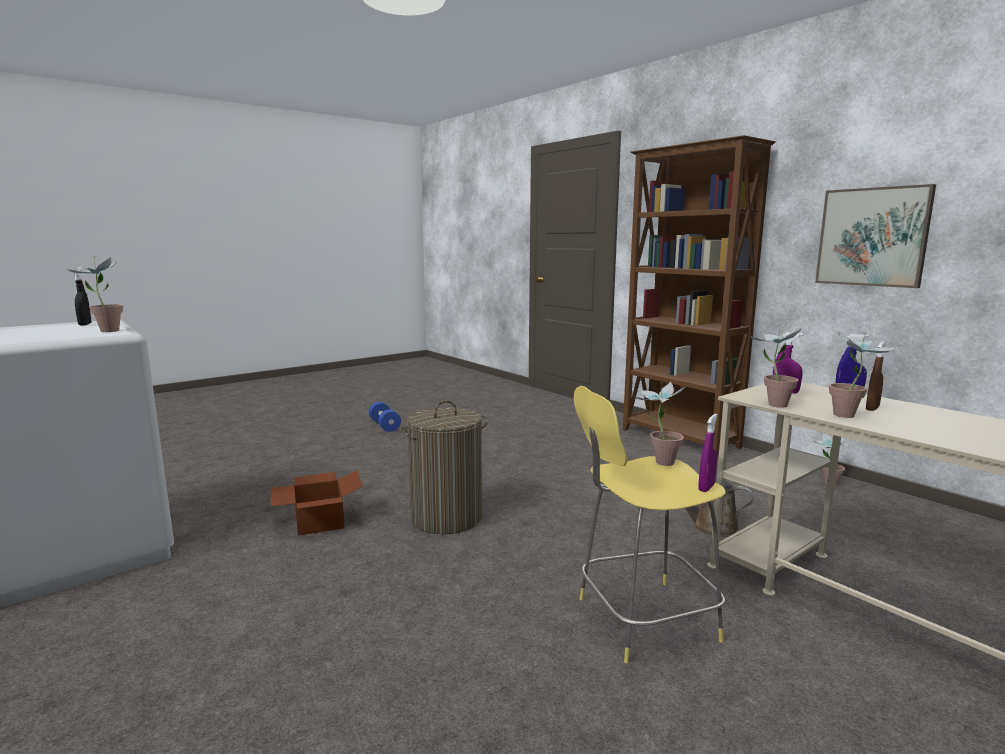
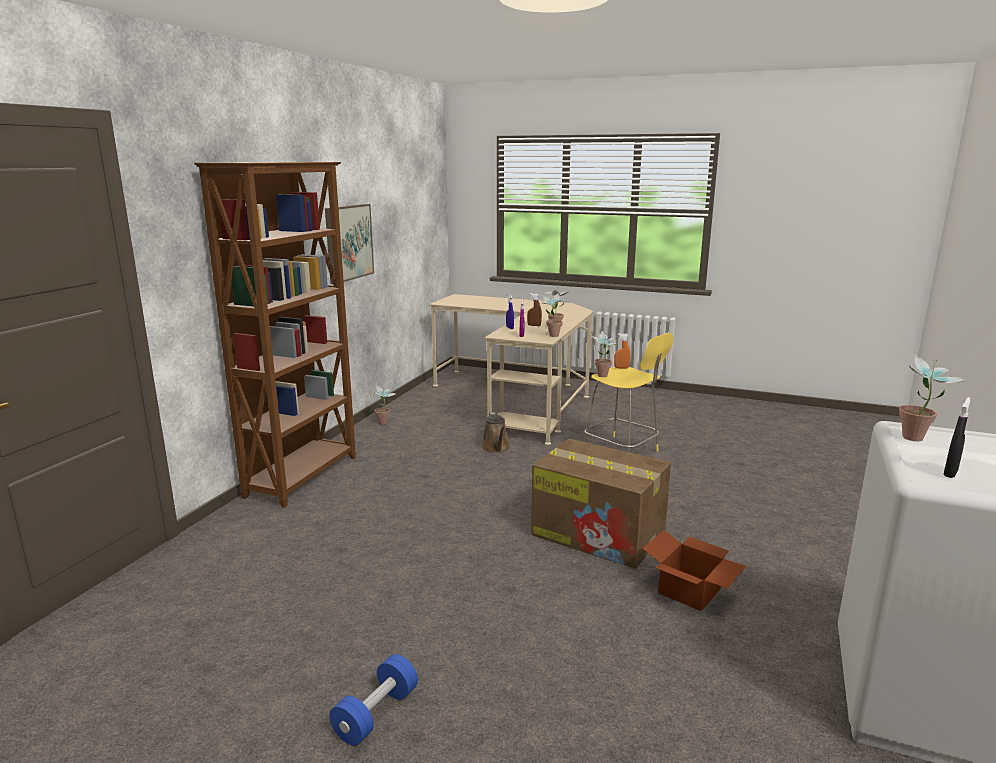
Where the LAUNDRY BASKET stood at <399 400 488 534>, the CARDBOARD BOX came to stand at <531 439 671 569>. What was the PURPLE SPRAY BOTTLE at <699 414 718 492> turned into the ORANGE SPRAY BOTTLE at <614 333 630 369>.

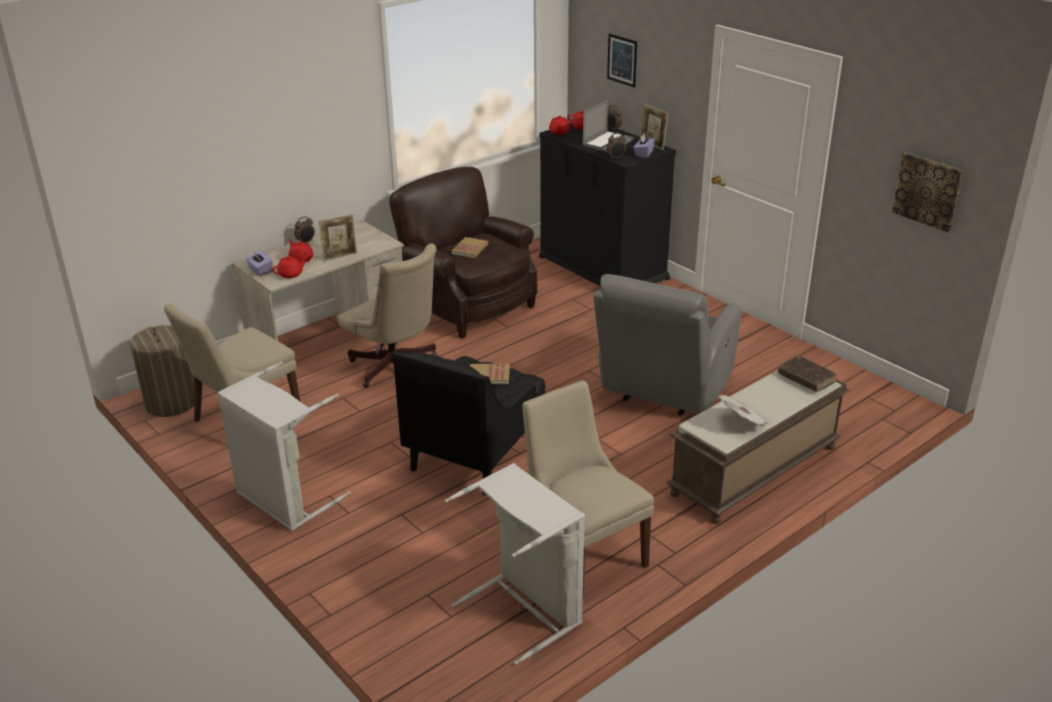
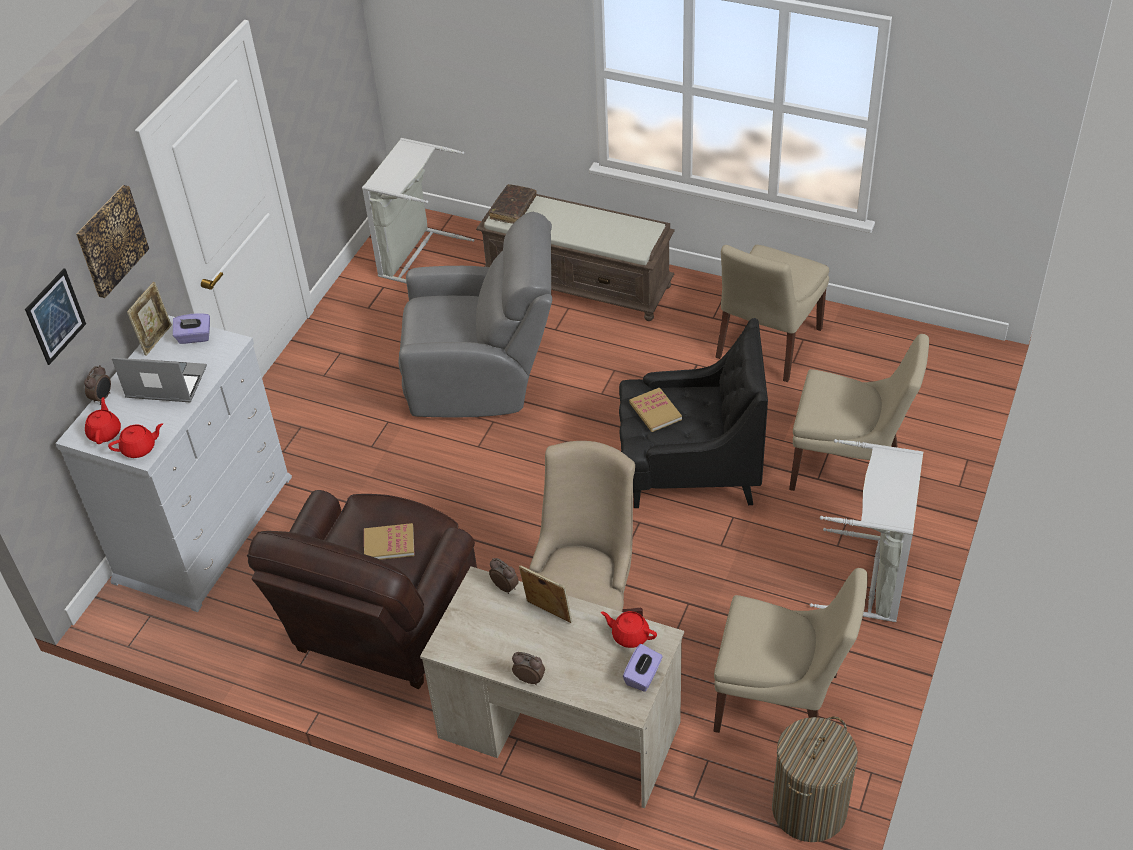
The second view lost the RED TEAPOT at <288 239 313 263>. The GREY LAUNDRY BASKET ended up elsewhere, having gone from <445 463 585 665> to <362 138 475 284>. What was the BLACK DRESSER at <539 123 676 287> turned into the WHITE DRESSER at <56 315 292 612>. The ALARM CLOCK ended up elsewhere, having gone from <606 133 626 160> to <489 558 519 594>. The second view lost the NEWSPAPER at <719 395 772 425>. The PICTURE ended up elsewhere, having gone from <892 153 964 232> to <76 185 149 298>. The second view gained the BEIGE CHAIR at <789 334 929 491>.

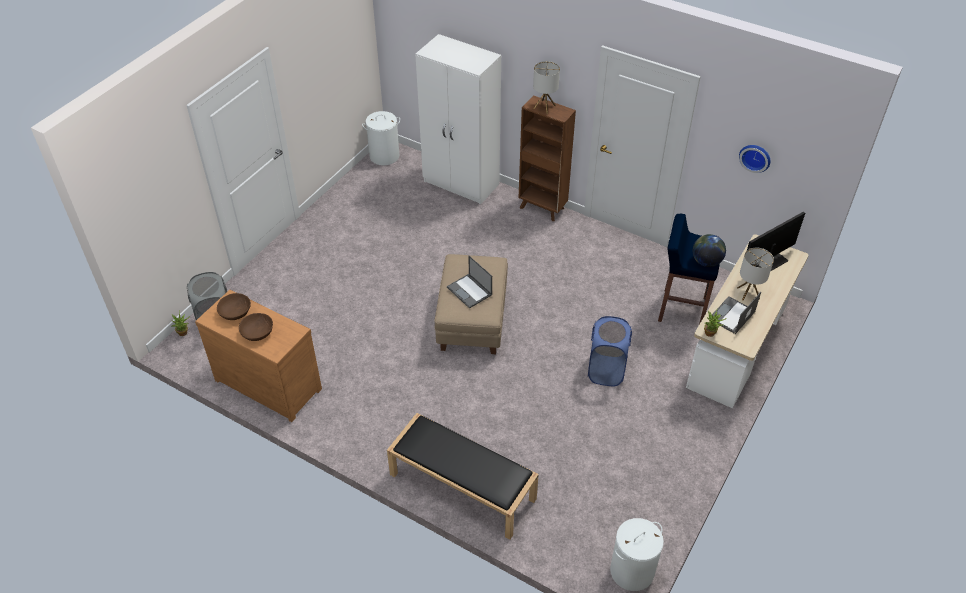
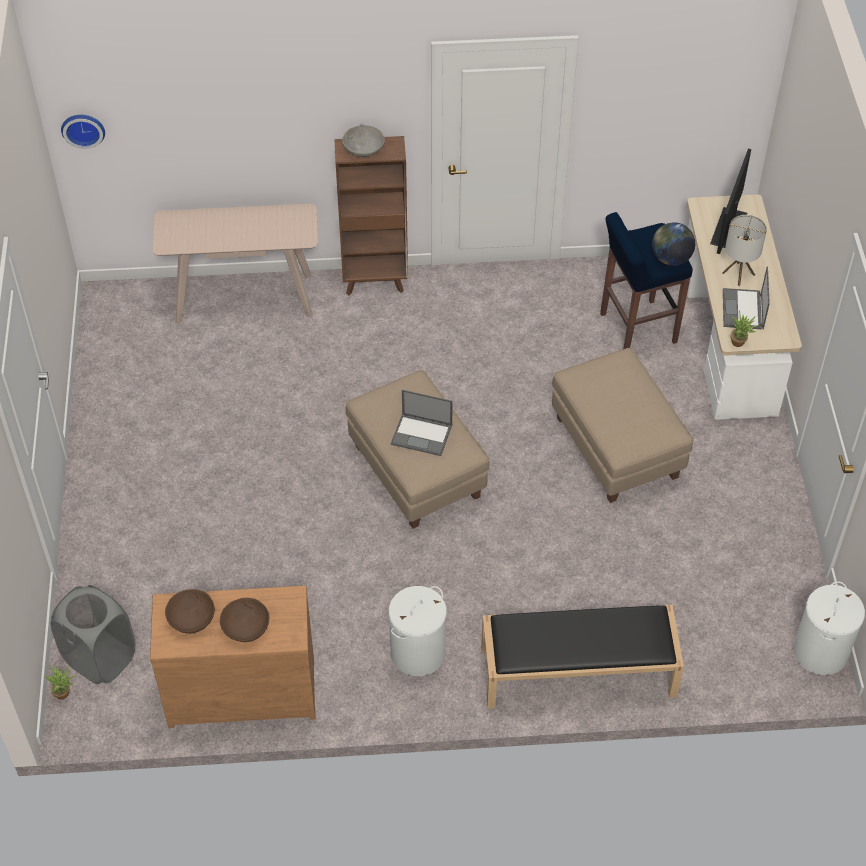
The WHITE LAUNDRY BASKET ended up elsewhere, having gone from <362 111 400 165> to <389 586 446 676>. Where the WHITE WARDROBE stood at <415 34 501 204>, the BEIGE CONSOLE TABLE came to stand at <153 204 318 324>. Where the TABLE LAMP stood at <533 61 560 114>, the GREY BOWL came to stand at <342 125 385 157>. Where the BLUE LAUNDRY BASKET stood at <588 316 632 386>, the BEIGE OTTOMAN came to stand at <552 348 694 503>. The WALL CLOCK ended up elsewhere, having gone from <739 145 770 173> to <61 115 105 149>.

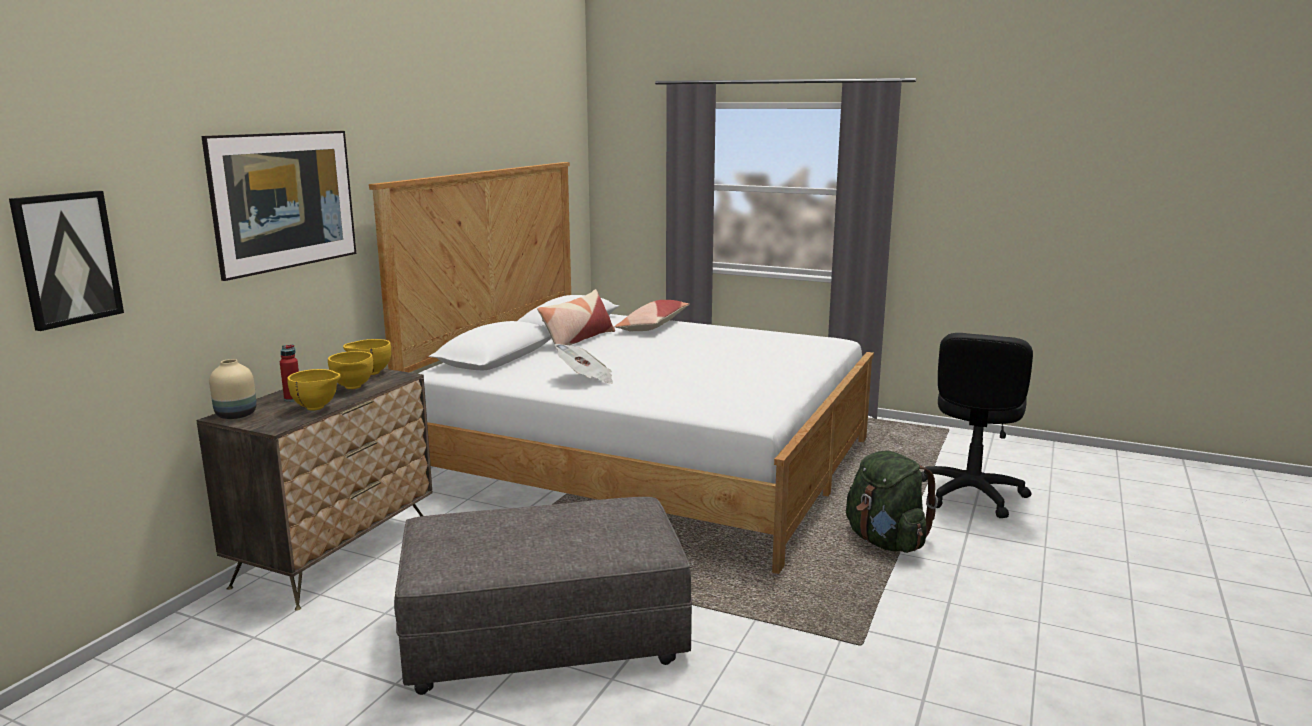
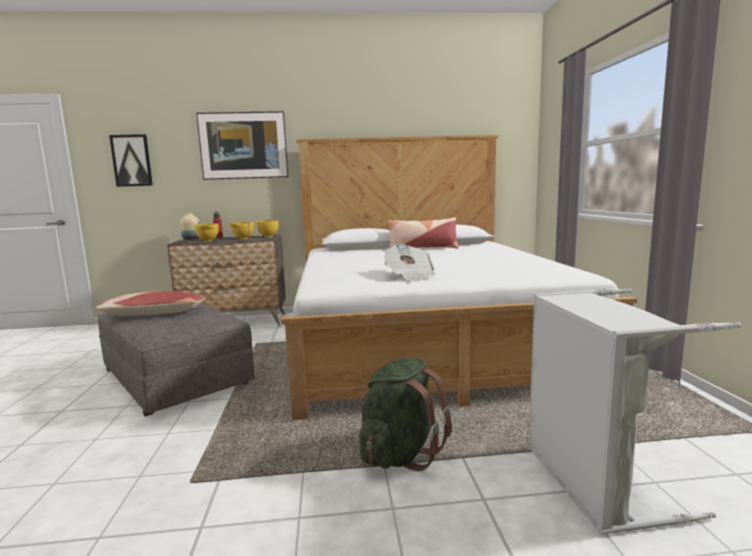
The NEWSPAPER ended up elsewhere, having gone from <555 344 613 384> to <384 244 435 282>. The PILLOW ended up elsewhere, having gone from <615 300 689 332> to <95 291 206 316>. Where the BLACK OFFICE CHAIR stood at <921 333 1033 518>, the GREY LAUNDRY BASKET came to stand at <529 289 741 535>.

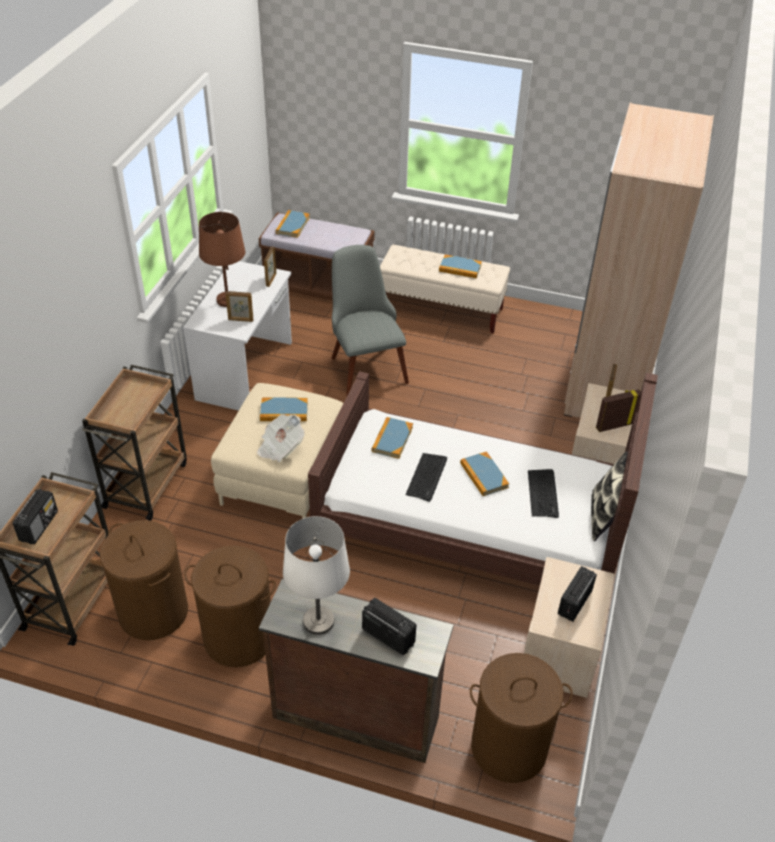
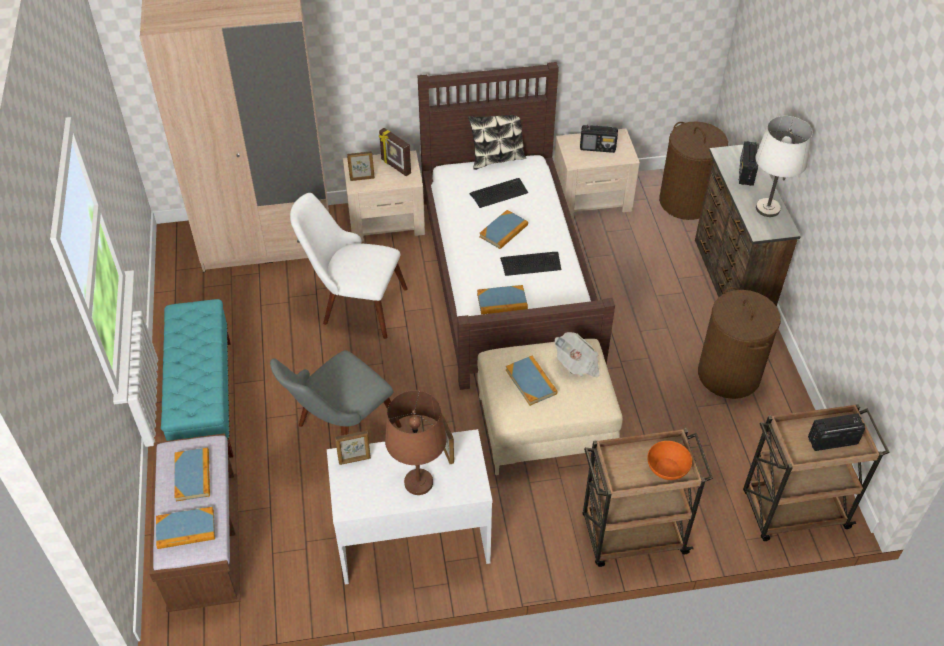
The second view lost the BROWN LAUNDRY BASKET at <100 520 188 640>. What was the BEIGE BENCH at <380 245 510 334> turned into the TURQUOISE BENCH at <161 299 233 458>. The BOOK ended up elsewhere, having gone from <439 255 482 278> to <174 448 210 502>. The second view gained the WHITE CHAIR at <290 193 408 339>. The second view gained the ORANGE BOWL at <647 441 692 480>.

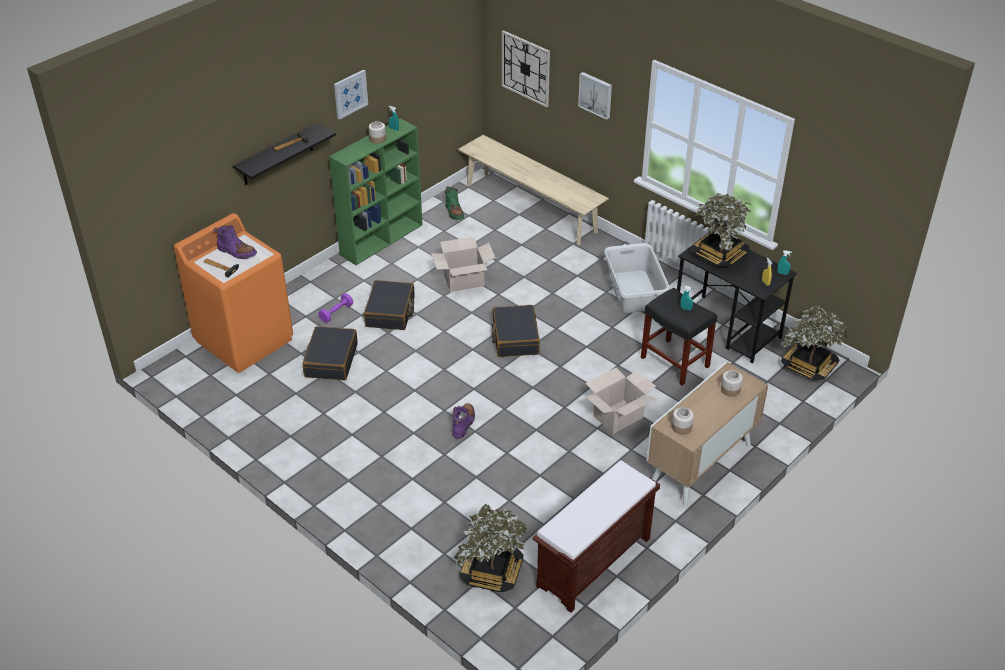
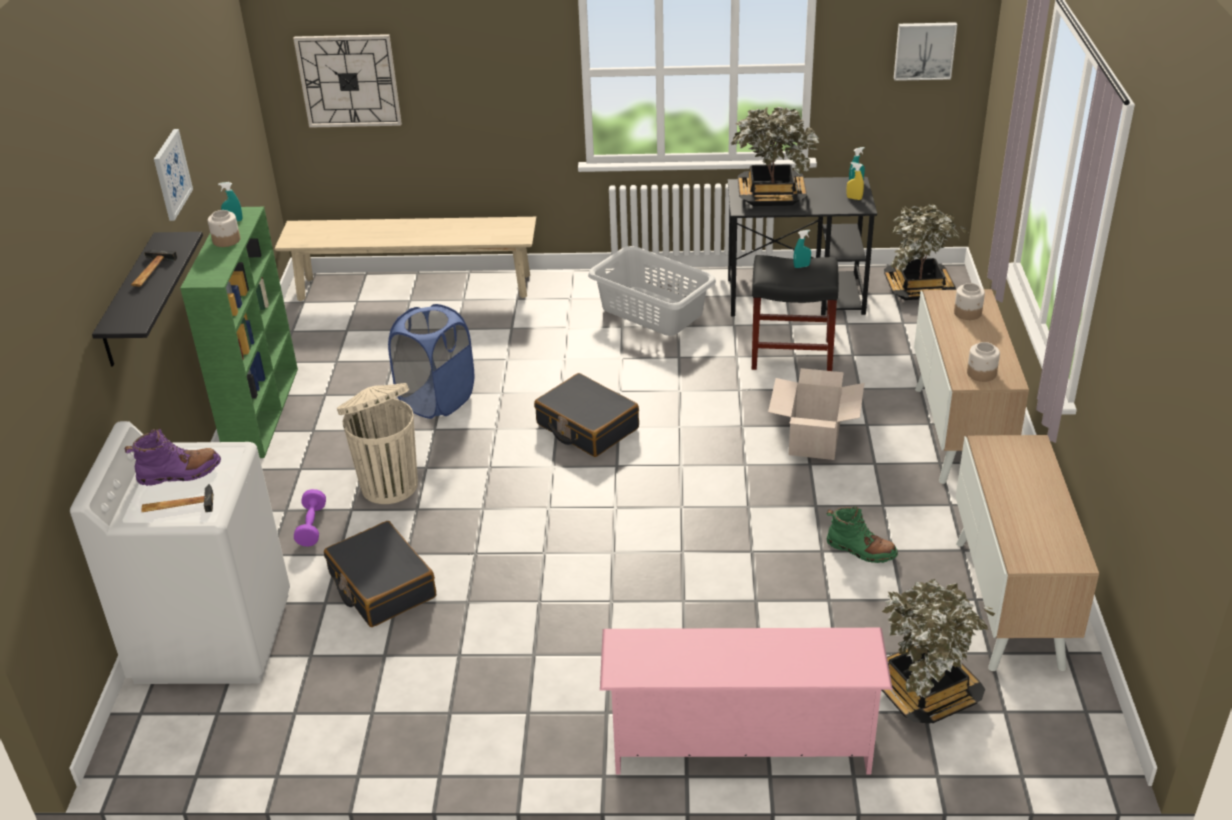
What was the ORANGE WASHING MACHINE at <174 213 293 373> turned into the WHITE WASHING MACHINE at <70 421 290 684>. Where the BLACK SUITCASE stood at <364 280 415 330>, the BEIGE TRASH CAN came to stand at <337 383 418 504>. Where the CARDBOARD BOX stood at <431 237 495 292>, the BLUE LAUNDRY BASKET came to stand at <388 304 474 419>. The GREEN BOOT ended up elsewhere, having gone from <445 186 464 220> to <826 506 898 563>. The second view lost the PURPLE BOOT at <452 403 475 439>. Where the BROWN BENCH stood at <532 460 660 613>, the CABINET came to stand at <956 435 1099 671>. The PICTURE ended up elsewhere, having gone from <578 72 612 120> to <894 22 957 81>. The second view gained the PINK SHOE RACK at <600 628 893 775>.

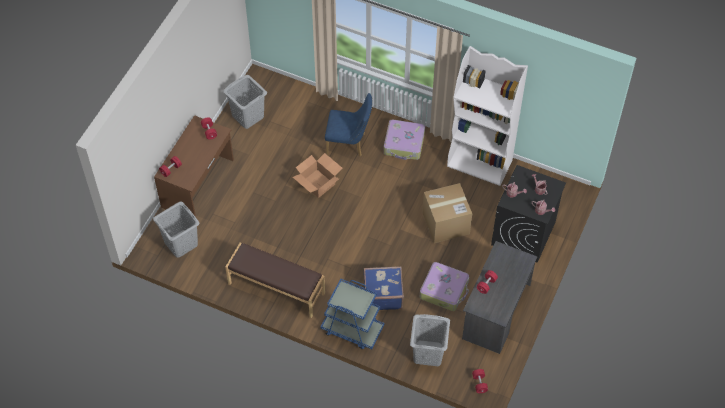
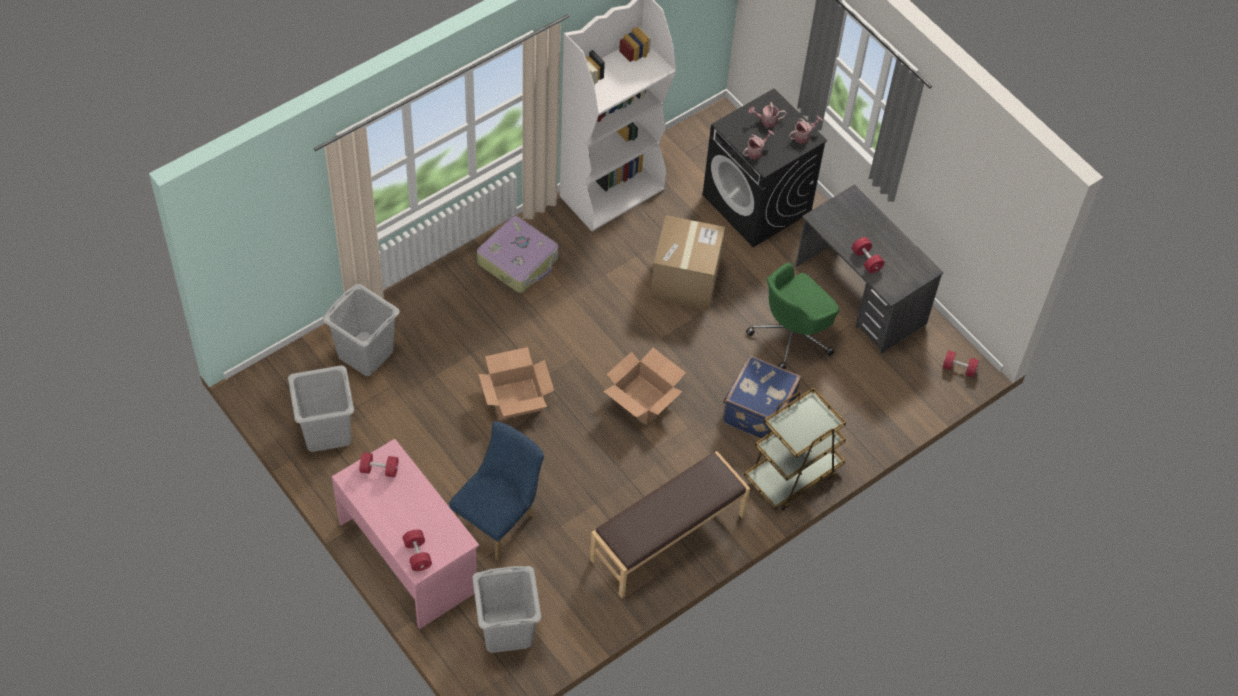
What was the BROWN DESK at <154 115 234 217> turned into the PINK DESK at <332 439 479 629>. What was the BLUE CART at <321 279 384 349> turned into the BROWN CART at <744 387 846 510>. The BLUE CHAIR ended up elsewhere, having gone from <325 93 372 157> to <449 421 544 561>. The GREY LAUNDRY BASKET ended up elsewhere, having gone from <410 314 450 366> to <322 284 400 376>. Where the SUITCASE stood at <420 262 469 311>, the GREEN OFFICE CHAIR came to stand at <746 262 839 369>. The second view gained the CARDBOARD BOX at <603 348 686 424>.

